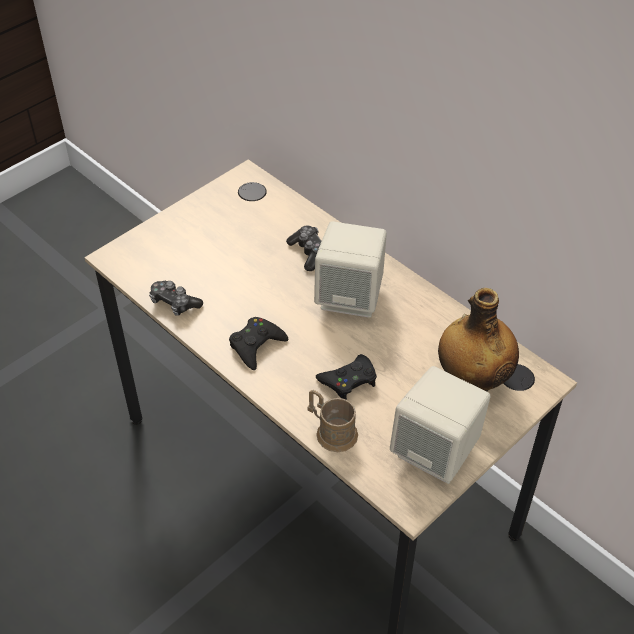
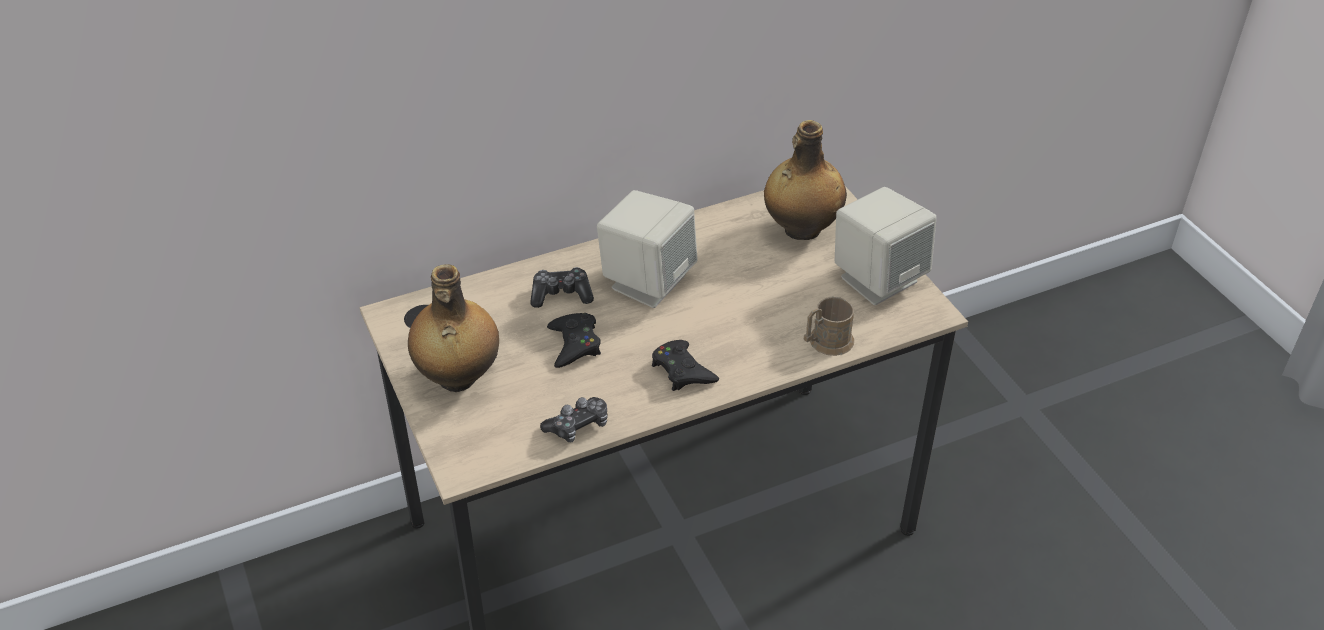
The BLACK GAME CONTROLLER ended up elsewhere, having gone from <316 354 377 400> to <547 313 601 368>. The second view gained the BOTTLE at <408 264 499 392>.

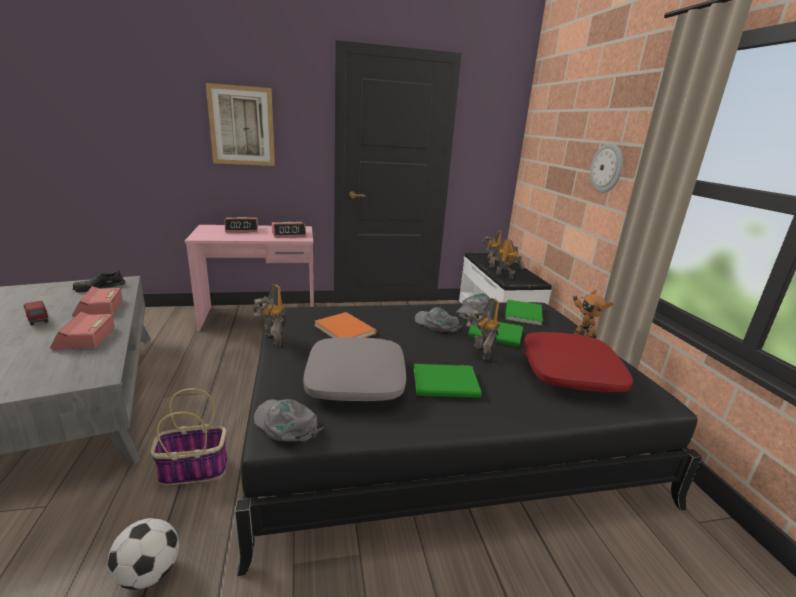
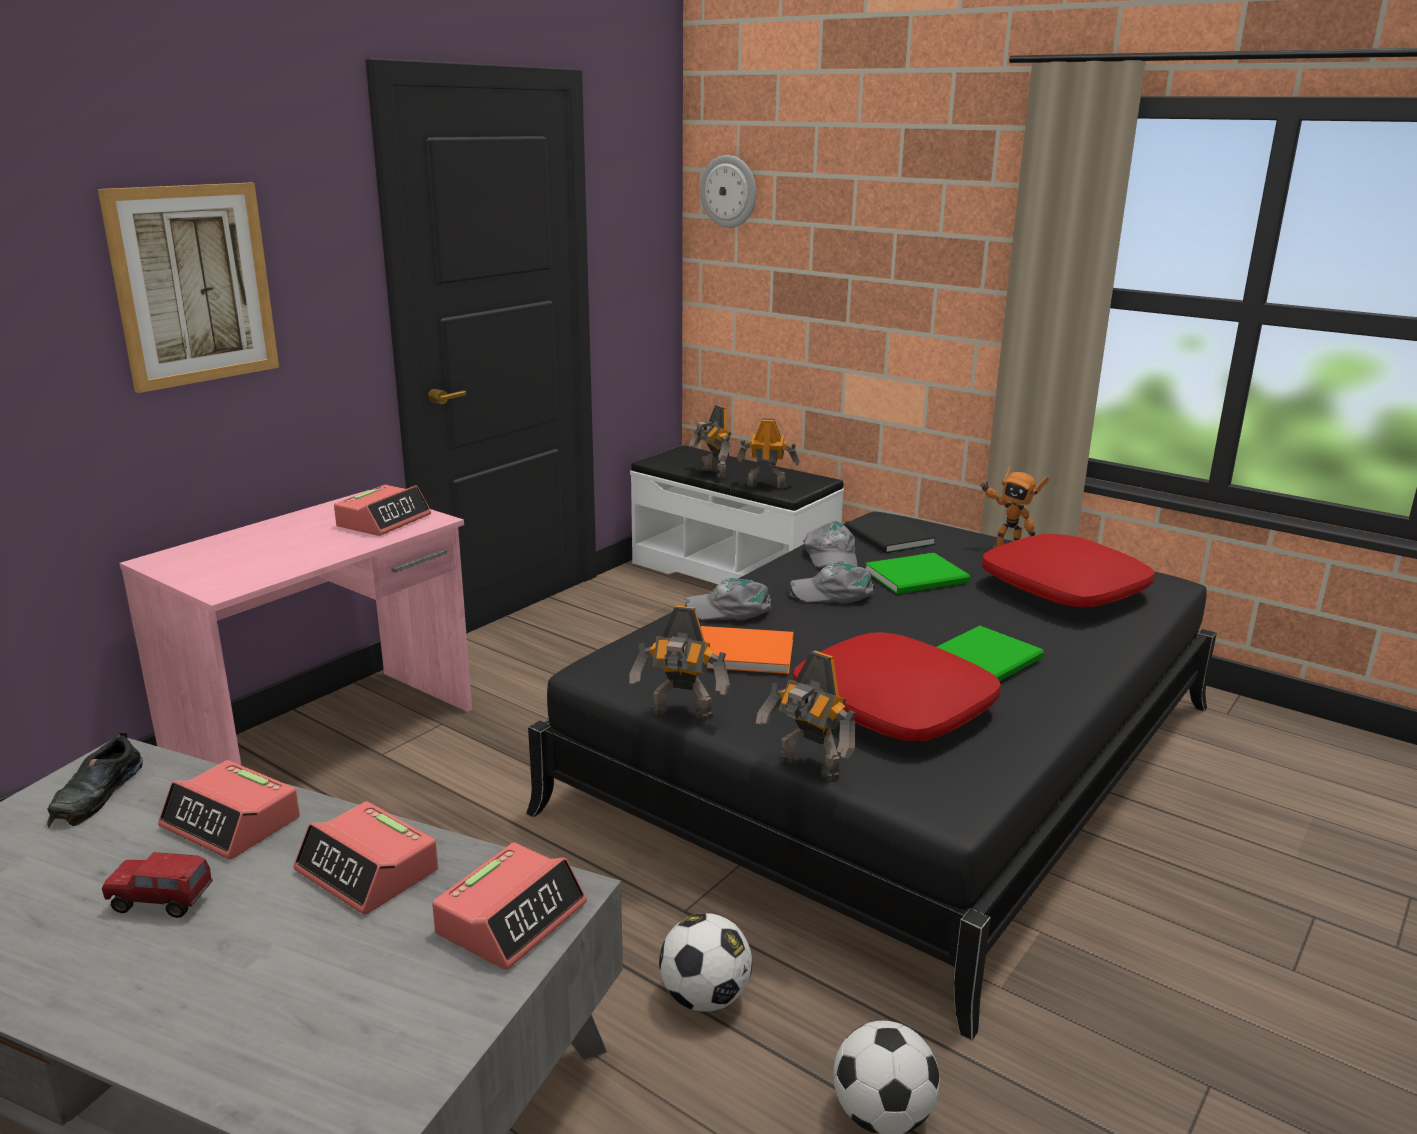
Where the BASKET stood at <151 388 228 485>, the FOOTBALL came to stand at <659 913 752 1011>. The ALARM CLOCK ended up elsewhere, having gone from <225 217 258 232> to <432 842 587 970>. The GREY CAP ended up elsewhere, having gone from <253 399 324 442> to <685 578 773 621>. What was the GREY PILLOW at <303 337 406 401> turned into the RED PILLOW at <793 632 1001 741>. The TOY ROBOT ended up elsewhere, having gone from <466 298 500 361> to <756 651 856 781>. What was the GREEN BOOK at <505 300 543 326> turned into the BLACK BOOK at <844 514 936 553>. The WALL CLOCK ended up elsewhere, having gone from <590 143 623 193> to <700 155 756 228>.

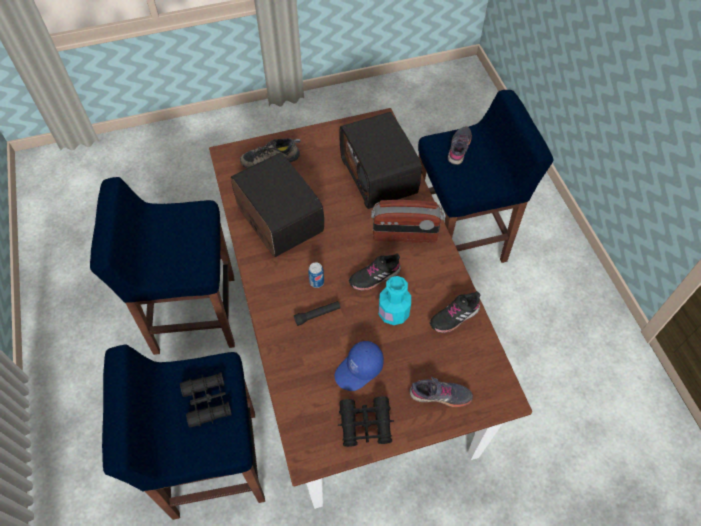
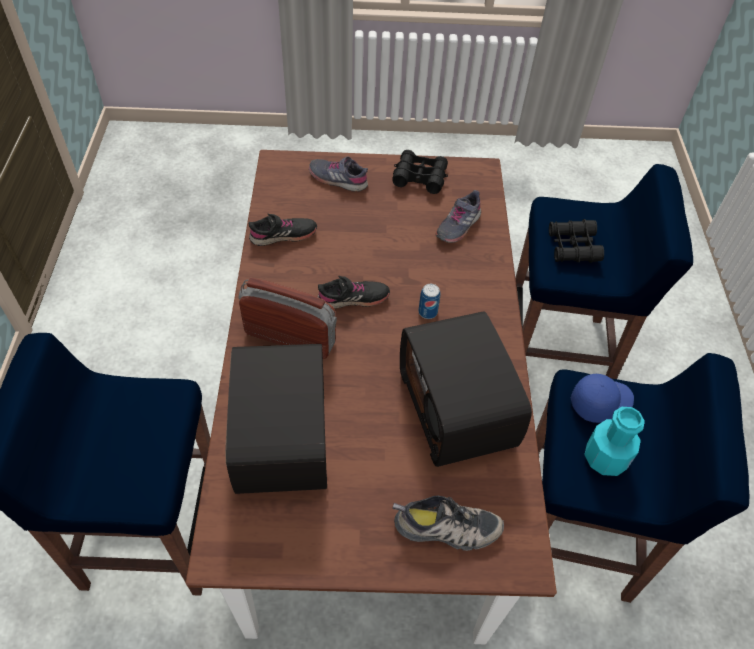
The second view lost the BLACK FLASHLIGHT at <294 301 340 326>. The BLUE CAP ended up elsewhere, having gone from <335 341 384 391> to <571 374 634 423>. The TURQUOISE BOTTLE ended up elsewhere, having gone from <379 276 411 325> to <584 407 645 476>. The GREY SHOE ended up elsewhere, having gone from <448 126 472 165> to <435 190 481 243>.

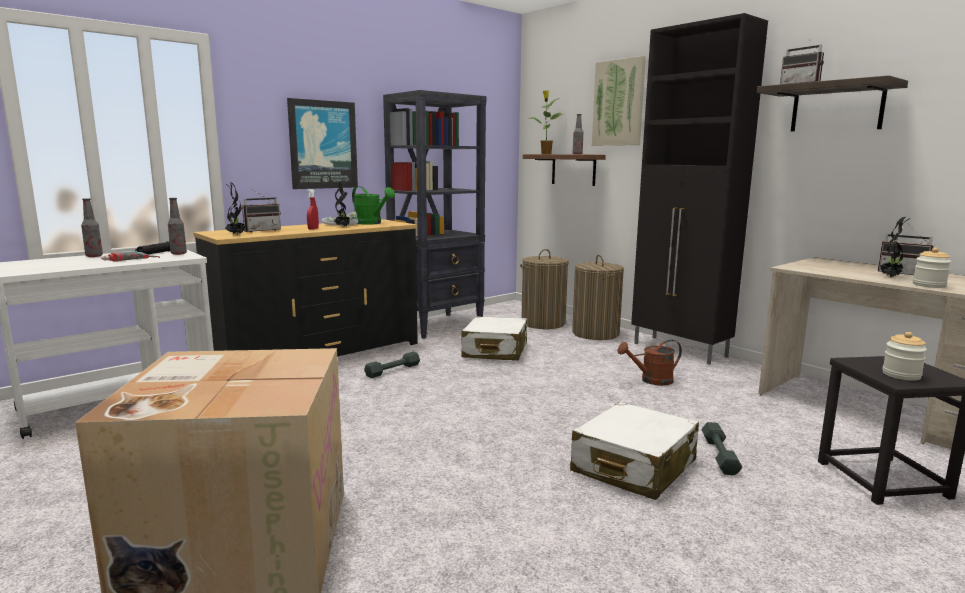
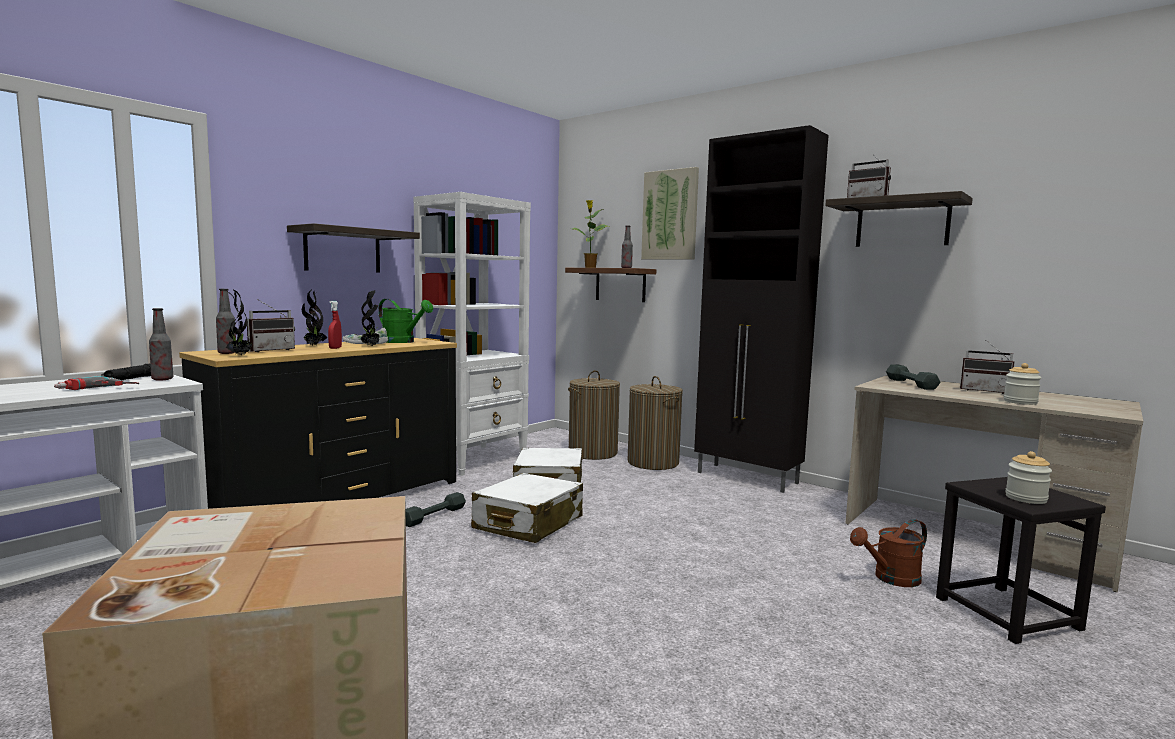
The BOTTLE ended up elsewhere, having gone from <81 198 103 257> to <216 289 236 354>. Where the PICTURE hung at <287 98 358 189>, the SHELF came to hang at <287 223 420 273>. What was the BLACK BOOKCASE at <383 90 486 339> turned into the WHITE BOOKCASE at <413 192 531 476>. The WHITE SUITCASE ended up elsewhere, having gone from <570 402 699 500> to <471 473 583 543>. The BROWN WATERING CAN ended up elsewhere, having gone from <618 340 682 386> to <850 519 927 587>. The GREY DUMBBELL ended up elsewhere, having gone from <701 422 742 475> to <886 364 940 390>. The POTTED PLANT ended up elsewhere, having gone from <880 217 910 278> to <302 290 328 345>.

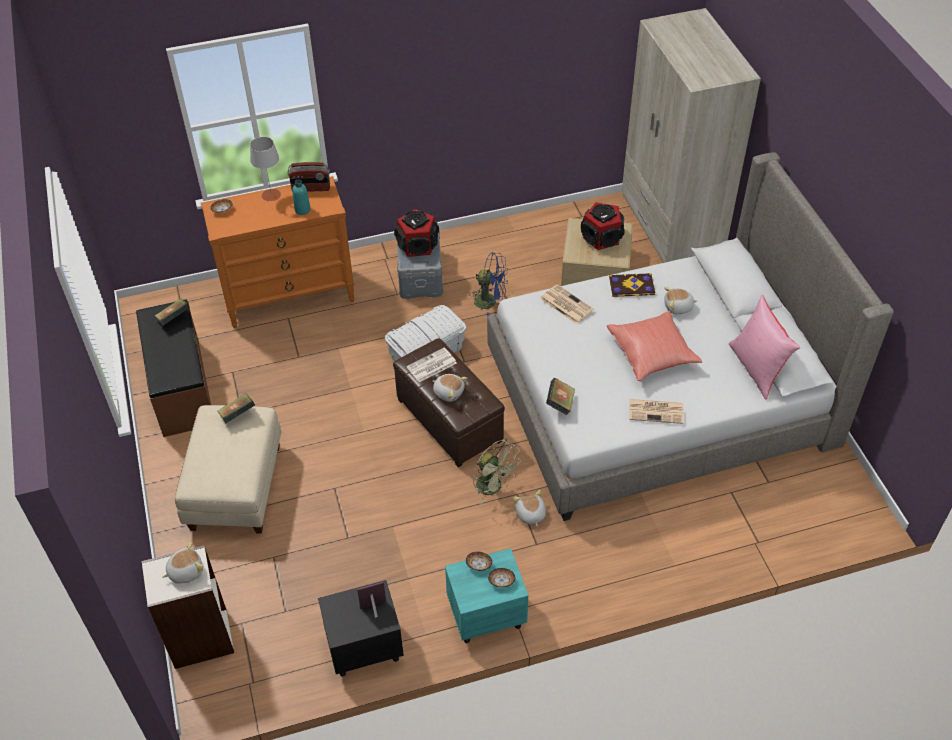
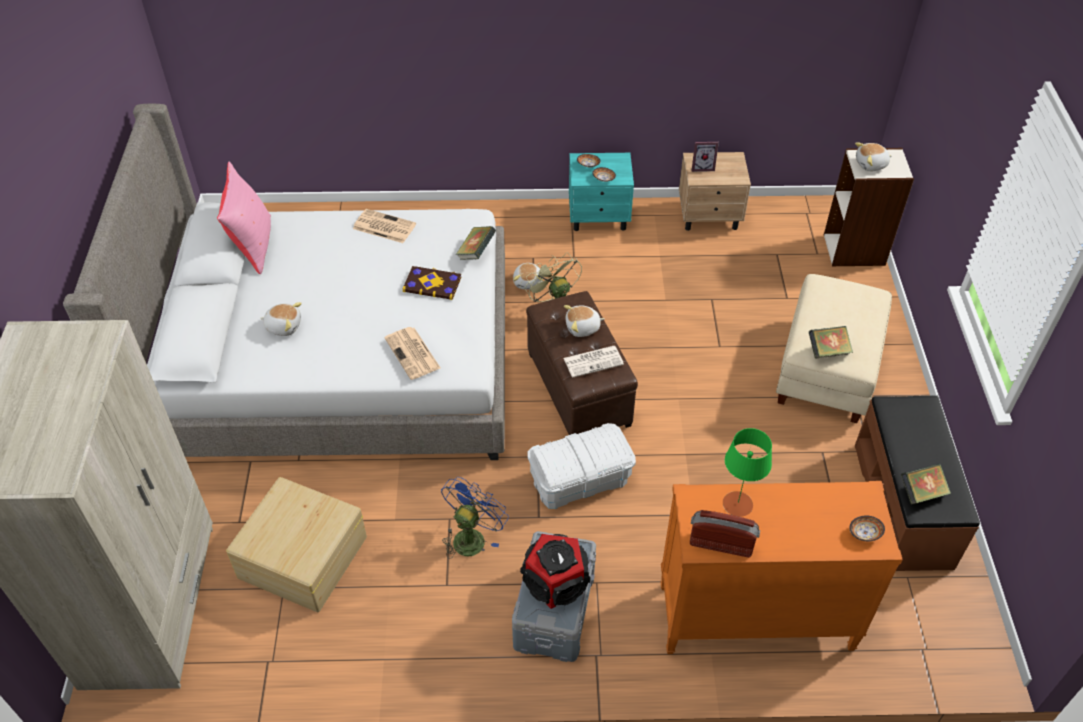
The second view lost the GREY TABLE LAMP at <250 137 281 201>. Where the TURQUOISE BOTTLE stood at <292 179 311 215>, the GREEN TABLE LAMP came to stand at <723 428 772 517>. What was the BLACK NIGHTSTAND at <318 580 404 677> turned into the BEIGE NIGHTSTAND at <679 152 751 231>. The PLUSH TOY at <433 374 467 402> ended up facing another way, 60 degrees counterclockwise from before. The BLUE FAN at <469 252 508 316> ended up facing another way, 90 degrees clockwise from before. The second view lost the SPEAKER at <581 202 625 250>. The second view lost the RED PILLOW at <607 311 702 381>. The BOOK ended up elsewhere, having gone from <609 273 655 298> to <402 266 461 300>.

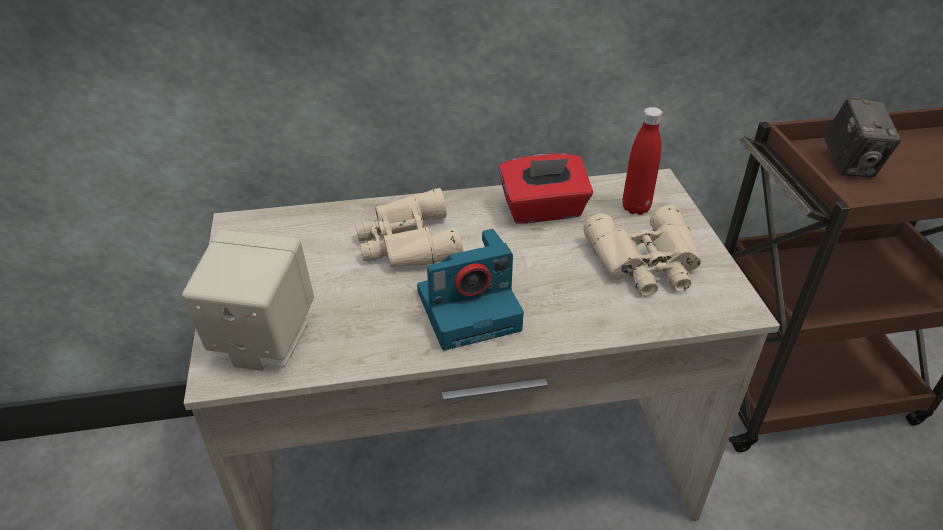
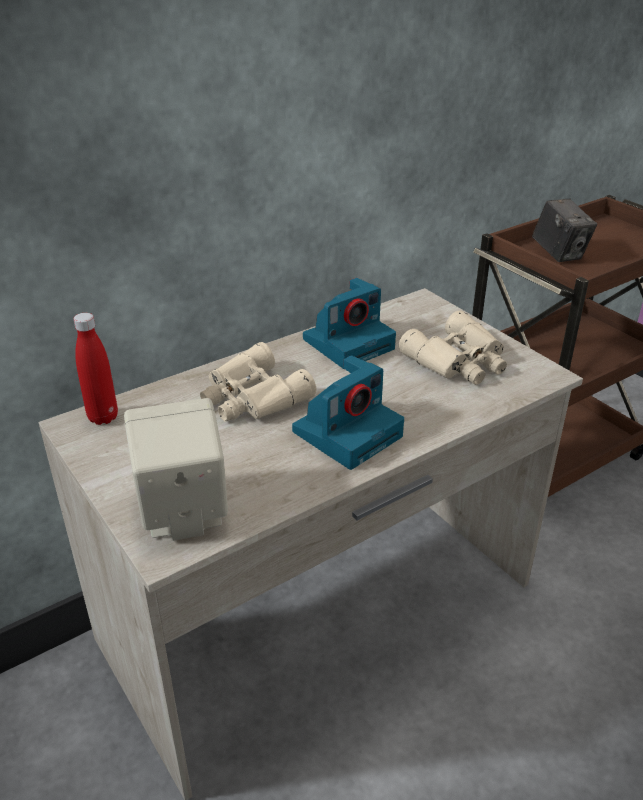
Where the RED TISSUE BOX stood at <498 154 593 224>, the PHOTO CAMERA came to stand at <303 278 396 369>. The RED BOTTLE ended up elsewhere, having gone from <622 107 663 215> to <73 313 118 425>.

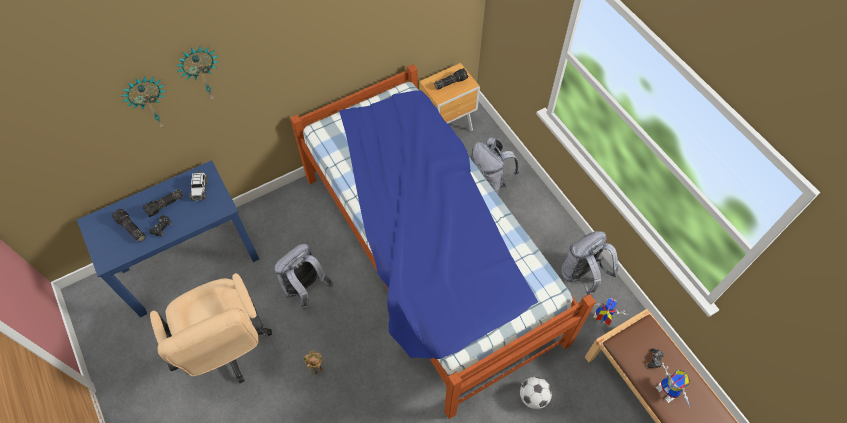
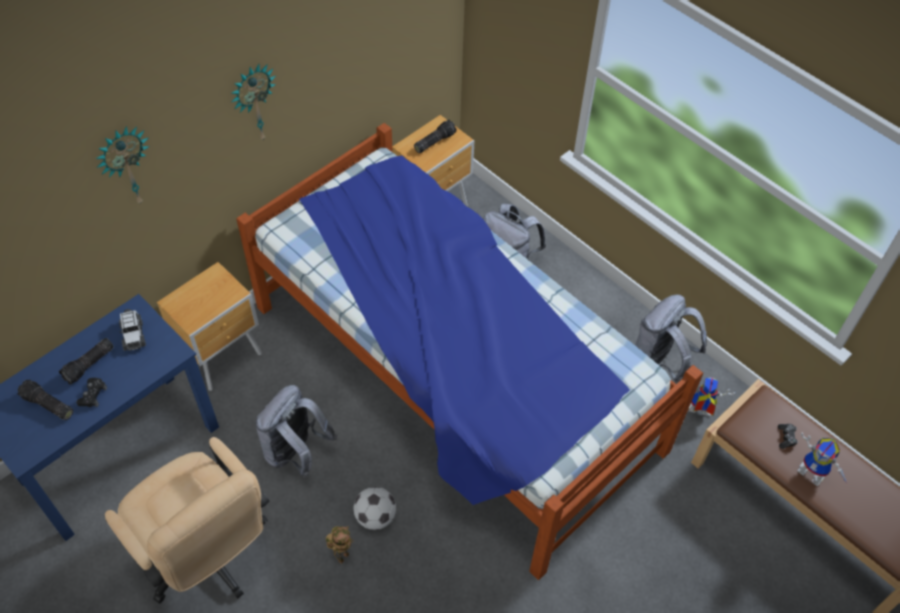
The WALL CLOCK ended up elsewhere, having gone from <121 76 165 128> to <231 64 276 142>. The FOOTBALL ended up elsewhere, having gone from <520 377 552 409> to <354 487 396 530>. The second view gained the BROWN NIGHTSTAND at <157 262 262 391>.

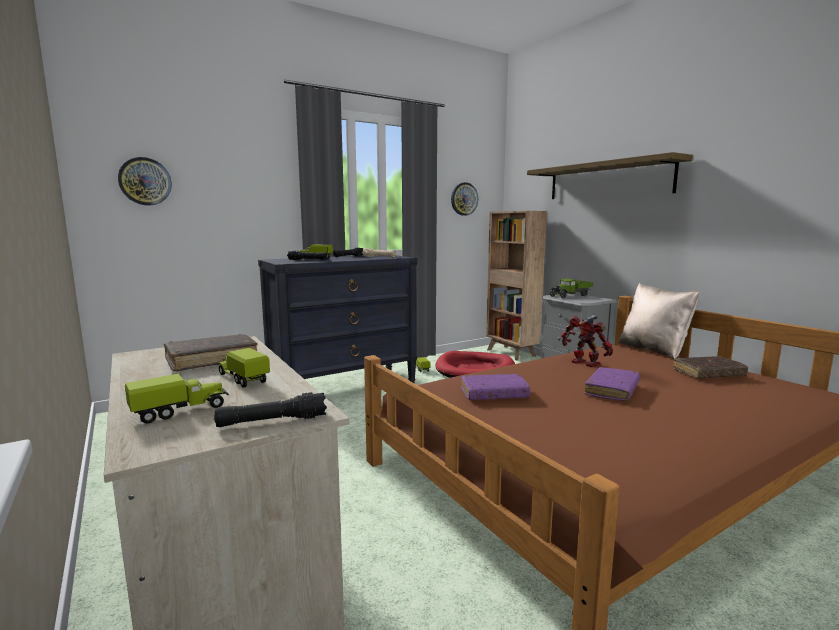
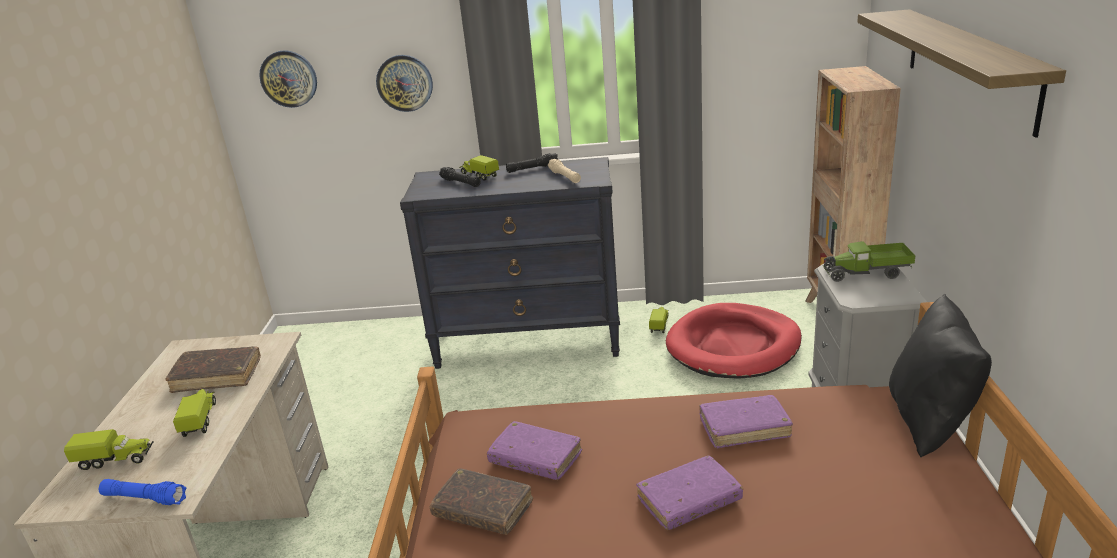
What was the BLACK FLASHLIGHT at <214 392 327 427> turned into the BLUE FLASHLIGHT at <99 479 187 505>. The WALL CLOCK ended up elsewhere, having gone from <451 182 478 216> to <376 55 433 112>. Where the TOY ROBOT stood at <561 315 613 367>, the PURPLE BOOK came to stand at <699 395 793 449>. What was the BEIGE PILLOW at <619 283 700 359> turned into the BLACK PILLOW at <889 294 992 457>. The BROWN BOOK ended up elsewhere, having gone from <673 356 748 379> to <430 468 533 535>.

